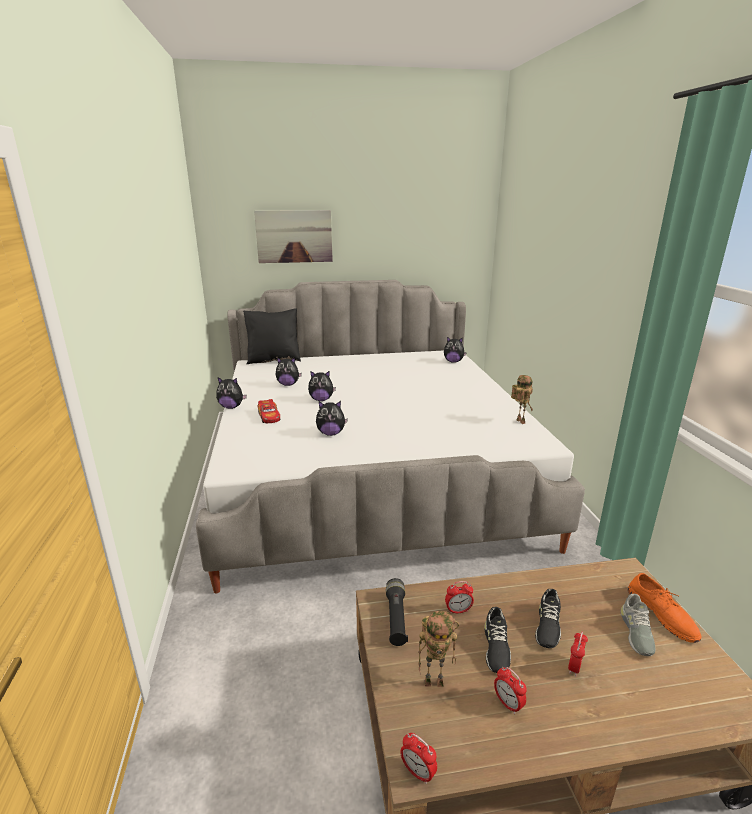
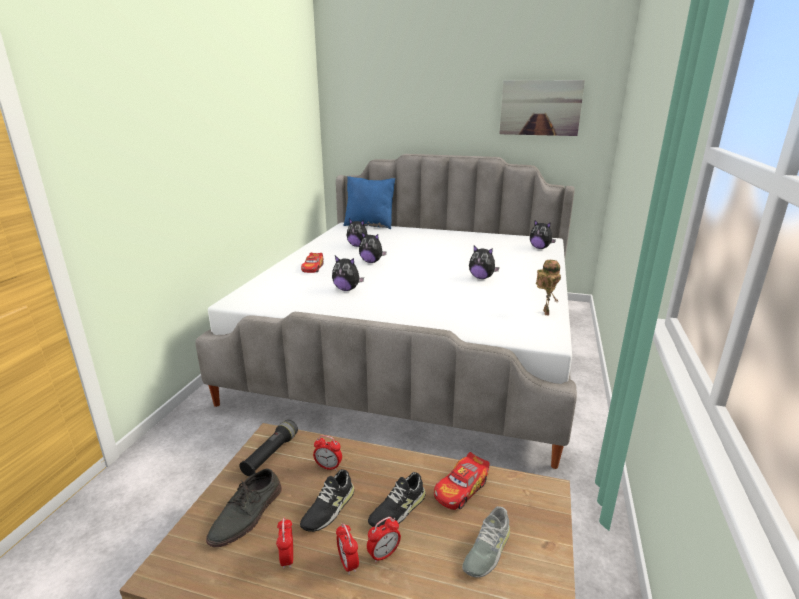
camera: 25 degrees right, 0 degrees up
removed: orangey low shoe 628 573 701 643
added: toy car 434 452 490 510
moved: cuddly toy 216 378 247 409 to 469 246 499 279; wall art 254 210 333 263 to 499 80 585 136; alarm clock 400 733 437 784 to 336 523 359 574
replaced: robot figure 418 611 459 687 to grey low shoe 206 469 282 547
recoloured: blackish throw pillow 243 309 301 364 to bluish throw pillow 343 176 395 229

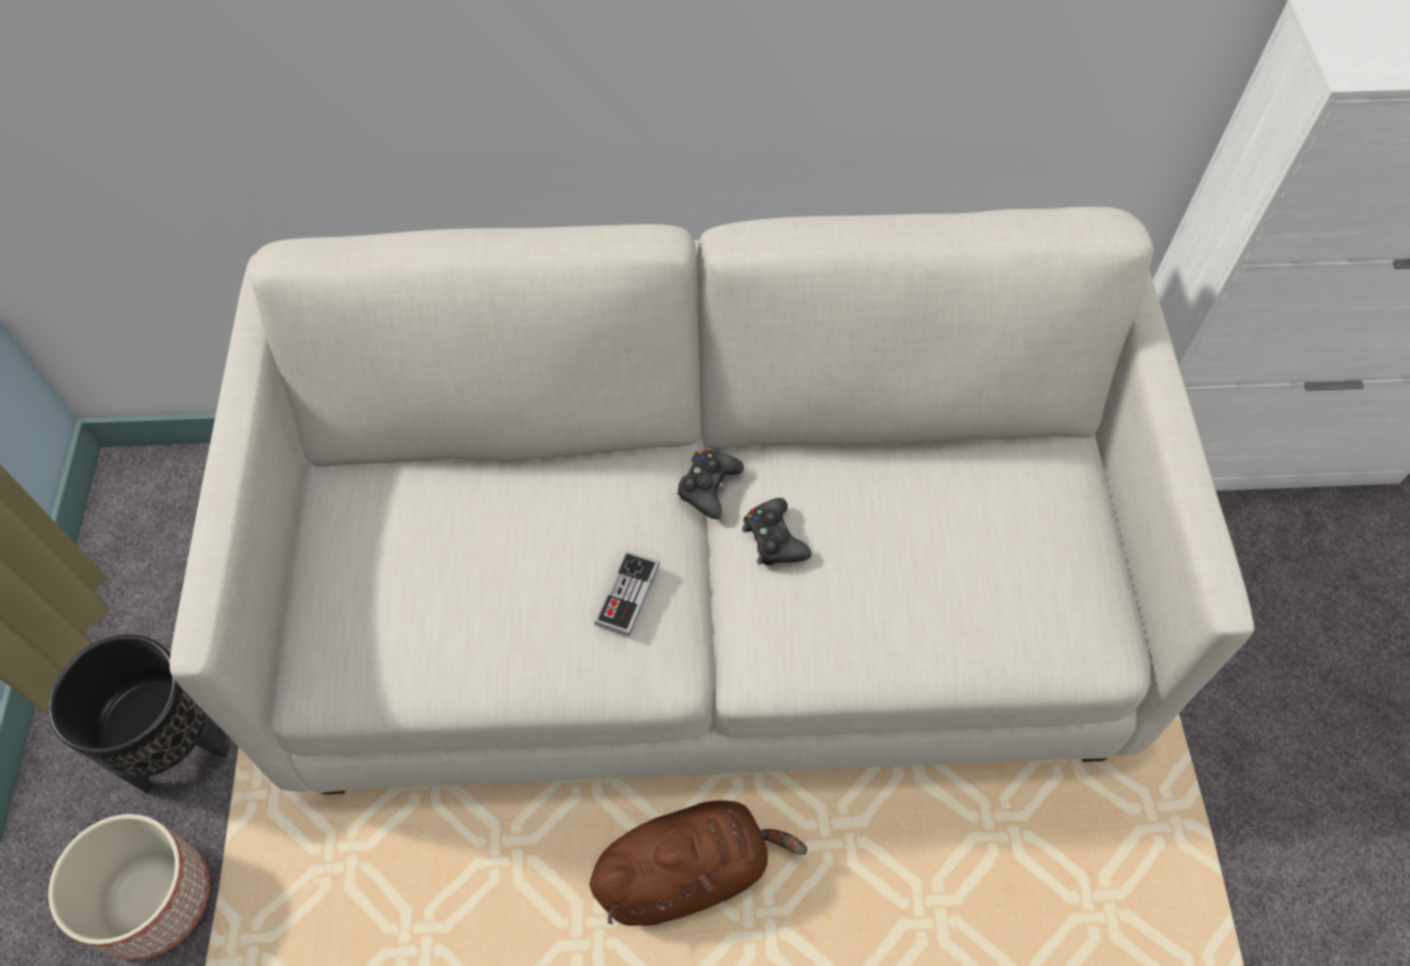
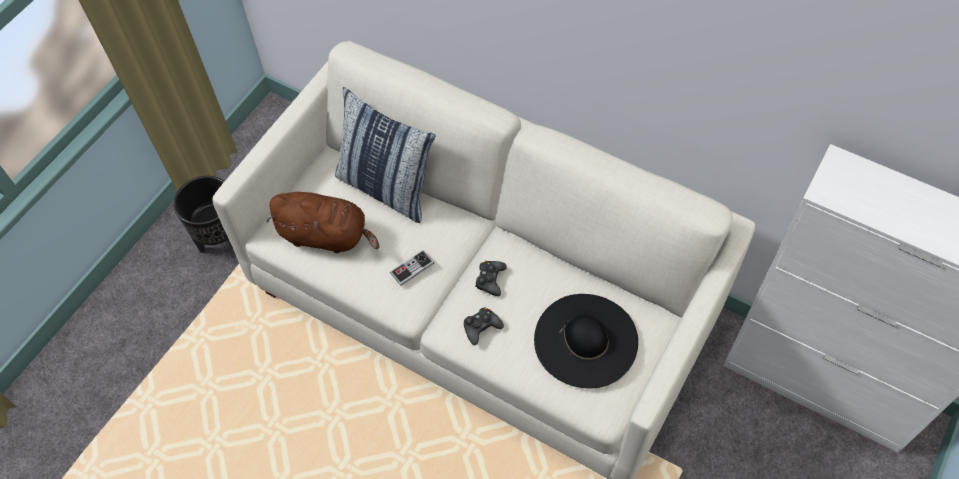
camera: 35 degrees right, 0 degrees up
removed: plant pot 48 814 210 960
added: throw pillow 335 87 436 223; blackish hat 534 294 638 388
moved: brownish cuddly toy 589 800 807 926 to 266 192 379 253; blackish gamepad 677 450 744 519 to 464 308 504 345

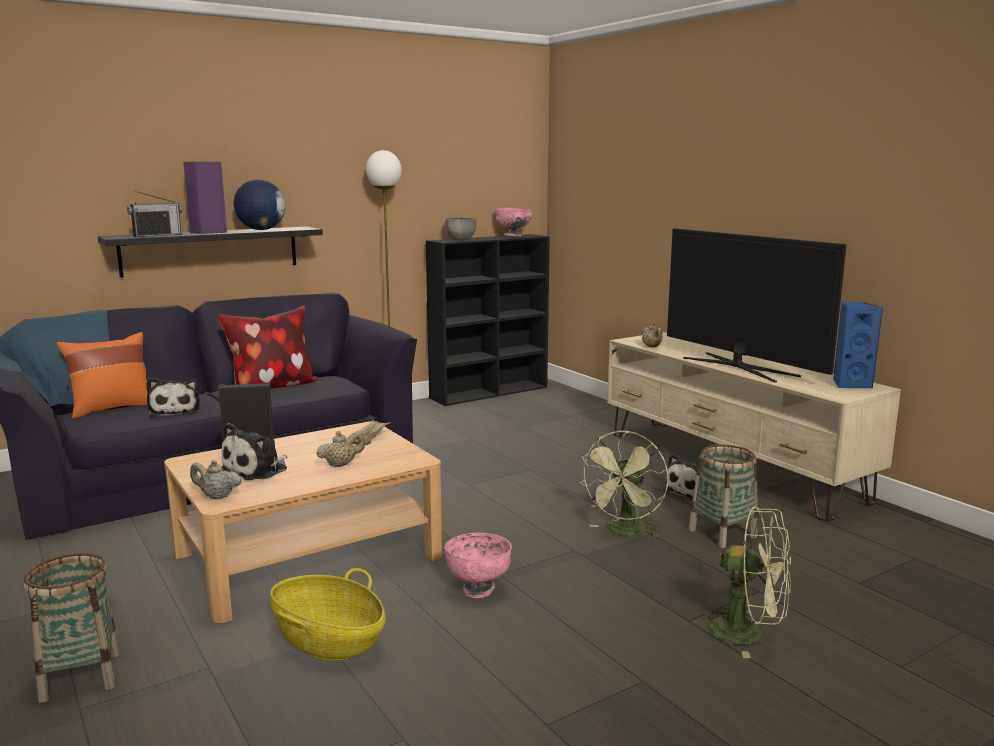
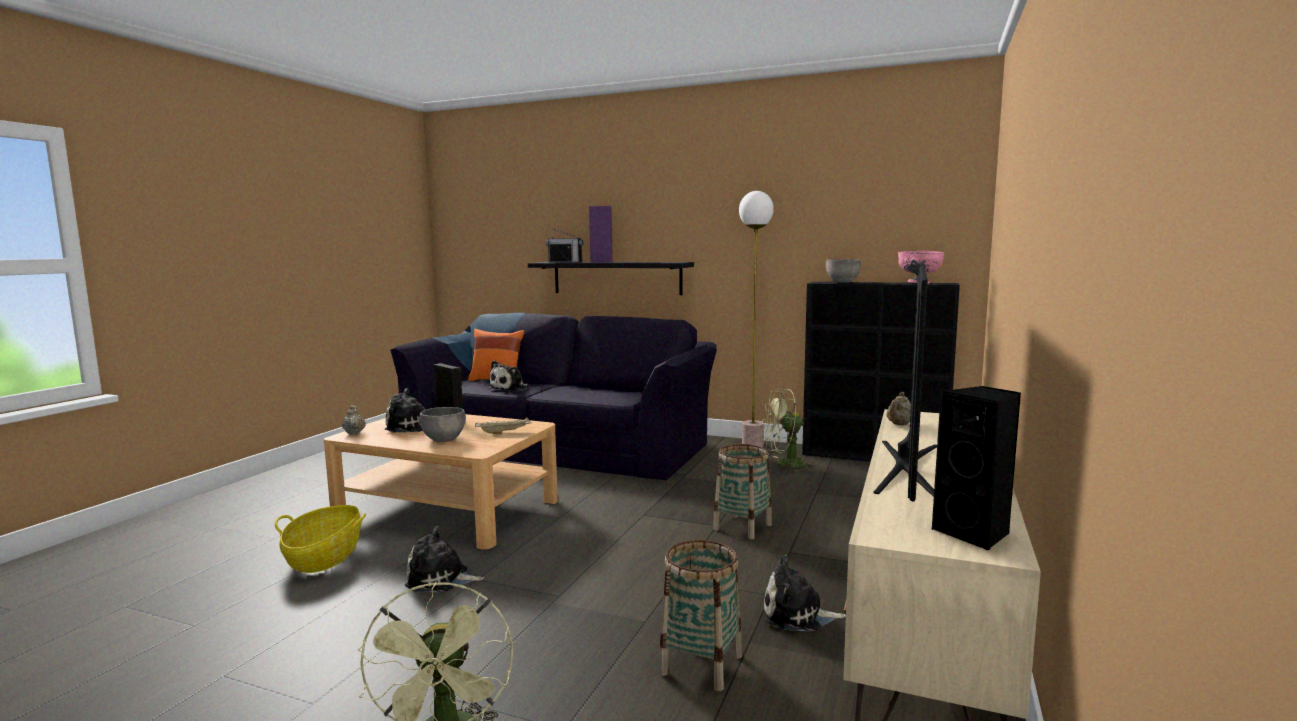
camera: 55 degrees right, 5 degrees down
removed: throw pillow 217 306 318 389; globe 234 179 286 230
moved: storage basket 24 553 120 703 to 713 444 772 539; green-coloured electric fan 579 431 668 538 to 762 389 816 472
replaced: beige pot for tea 316 431 365 467 to grey serving bowl 419 407 466 442; pinkish serving bowl 444 533 512 598 to cuddly toy 405 526 484 592
recoloured: bluish speaker 833 302 883 389 to blackish speaker 932 386 1021 550

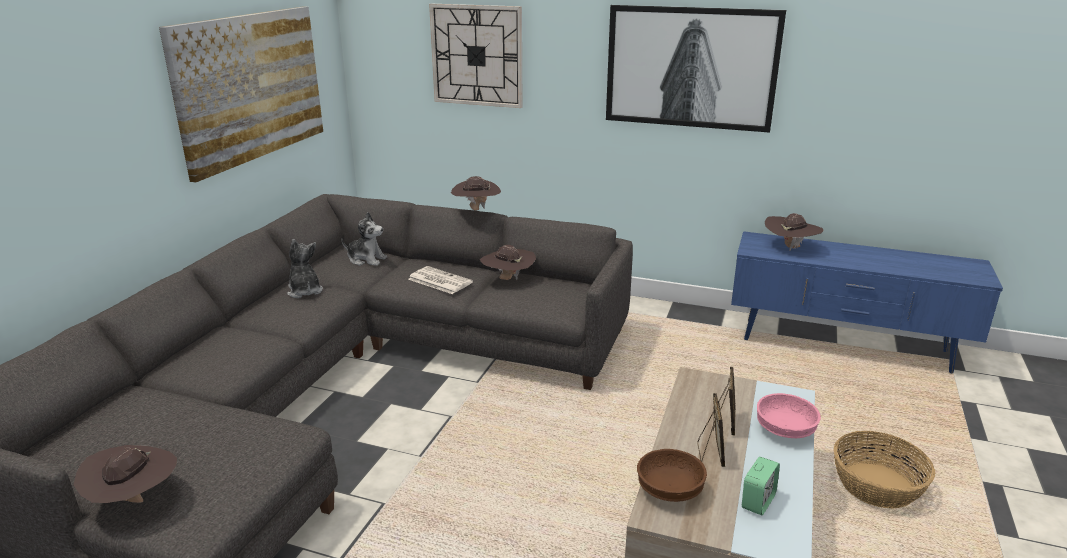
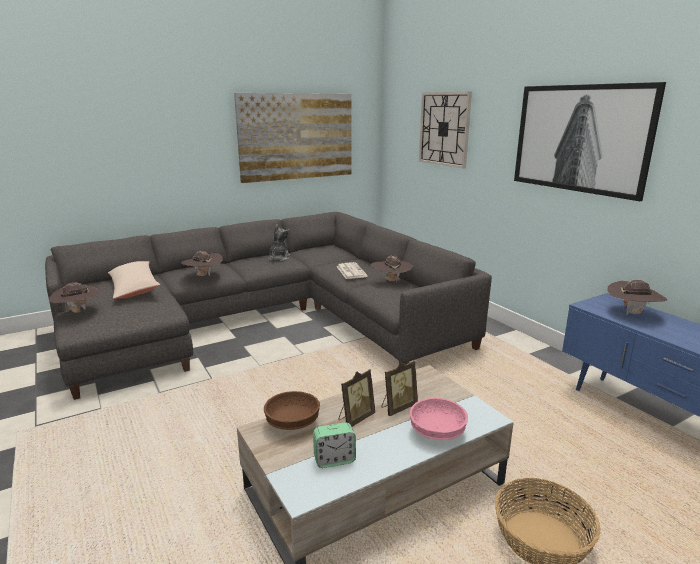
camera: 40 degrees right, 5 degrees down
removed: cuddly toy 341 212 387 266
added: beige throw pillow 108 261 160 299
moved: brownish hat 451 176 501 211 to 181 251 223 276

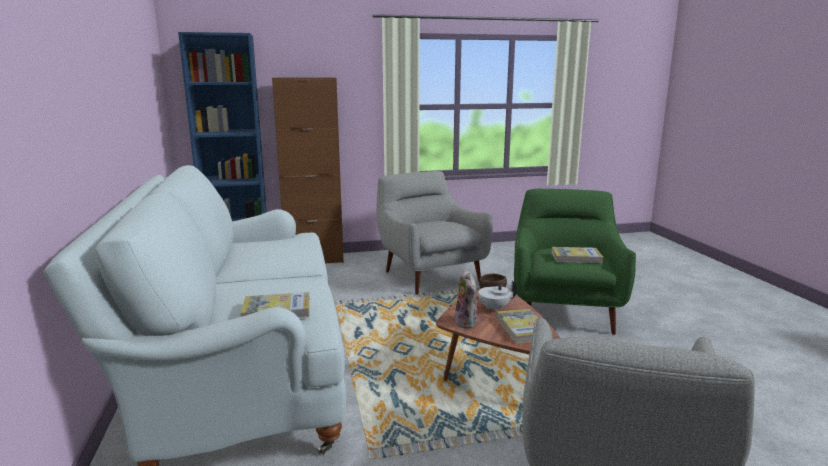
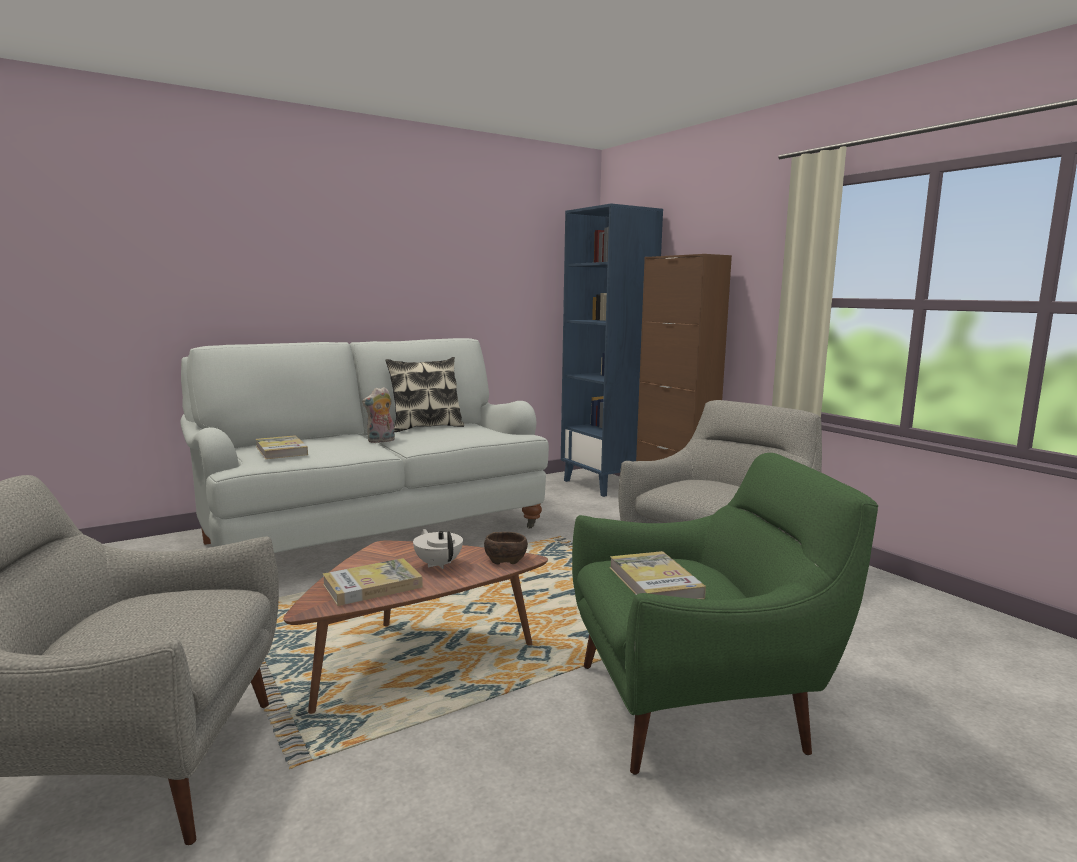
camera: 70 degrees right, 5 degrees down
added: throw pillow 385 357 464 432
moved: cuddly toy 455 270 480 329 to 362 387 395 443

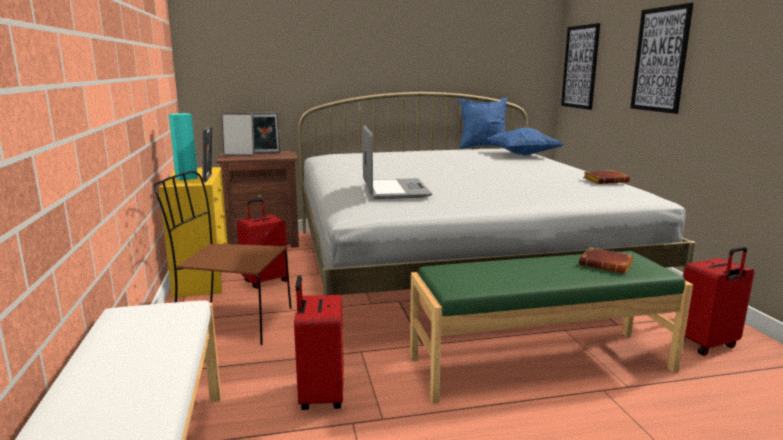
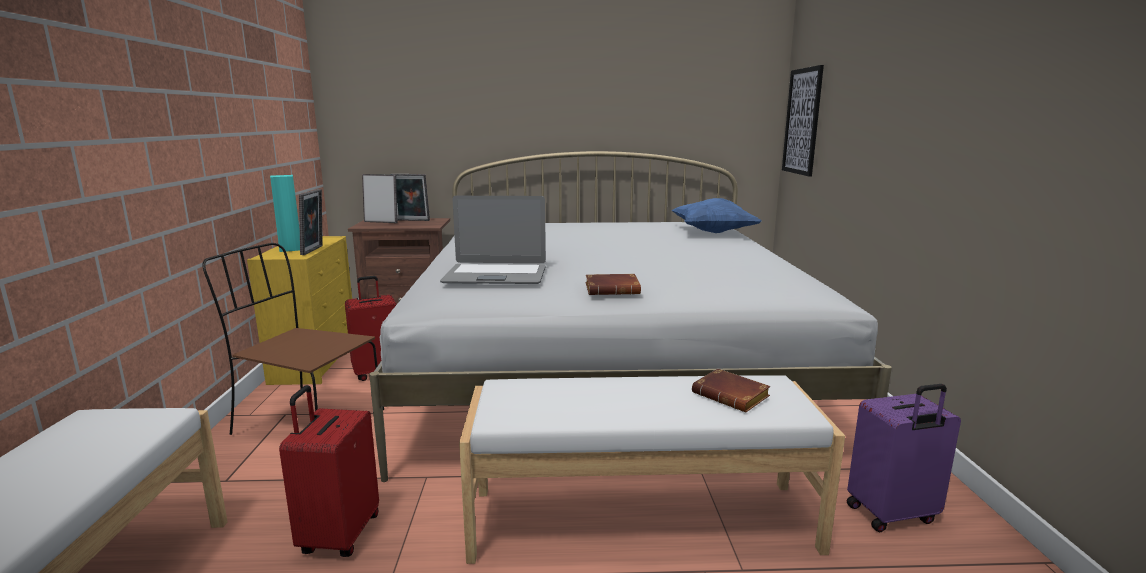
camera: 10 degrees right, 0 degrees up
removed: bluish throw pillow 458 97 508 149; wall art 630 3 693 114
moved: brownish book 583 170 630 184 to 586 274 641 295
recoloured: green-coloured long seat 410 251 693 404 to white-coloured long seat 459 376 845 564; red-coloured piece of luggage 683 247 754 356 to purple-coloured piece of luggage 847 384 961 532
turned: notebook computer 362 125 432 199 = 440 196 546 284 90 degrees clockwise

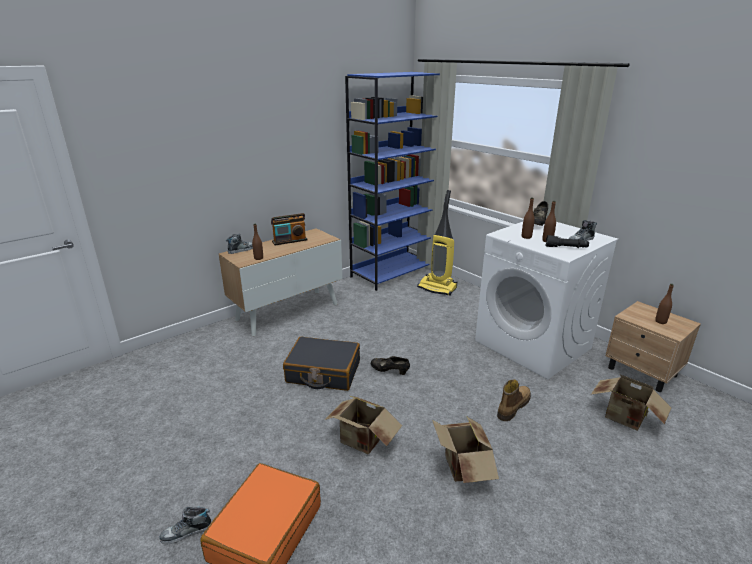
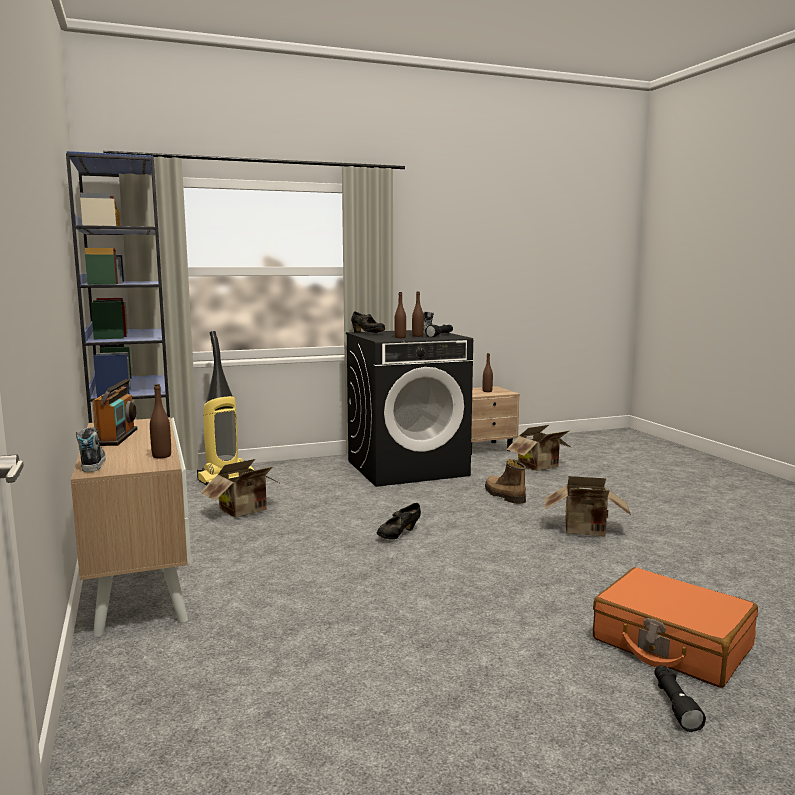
camera: 70 degrees left, 15 degrees down
removed: blackish piece of luggage 283 336 360 391
moved: cardboard box 325 396 402 454 to 200 459 283 518
replaced: low shoe 160 506 212 545 to blackish hand torch 654 665 706 732
recoloured: white-coloured washing machine 475 222 618 379 to blackish washing machine 346 330 473 487

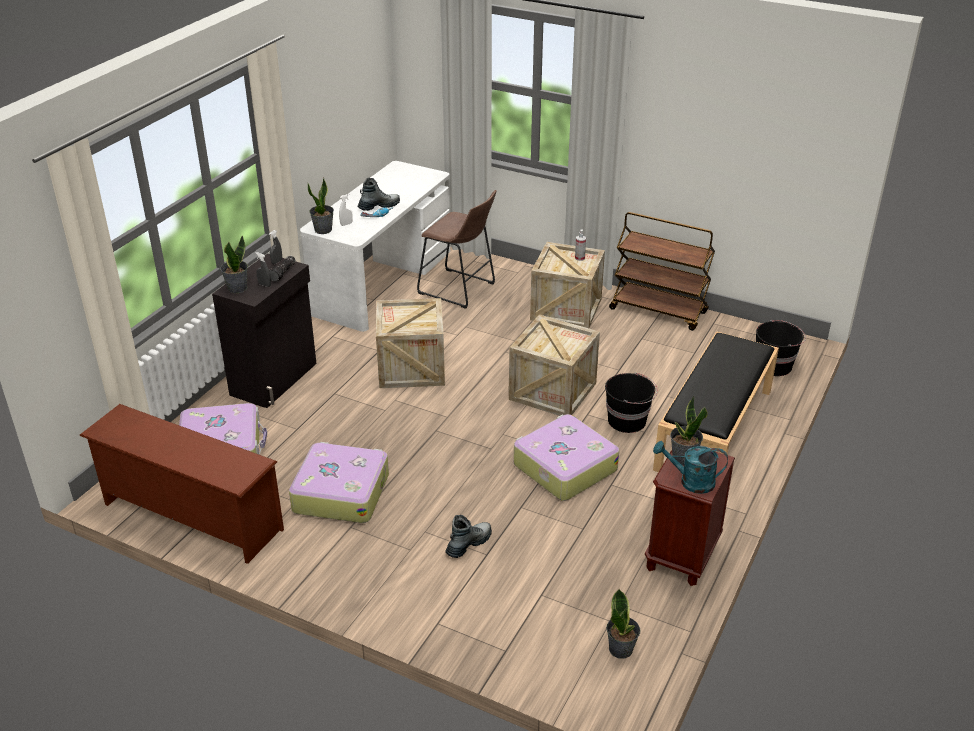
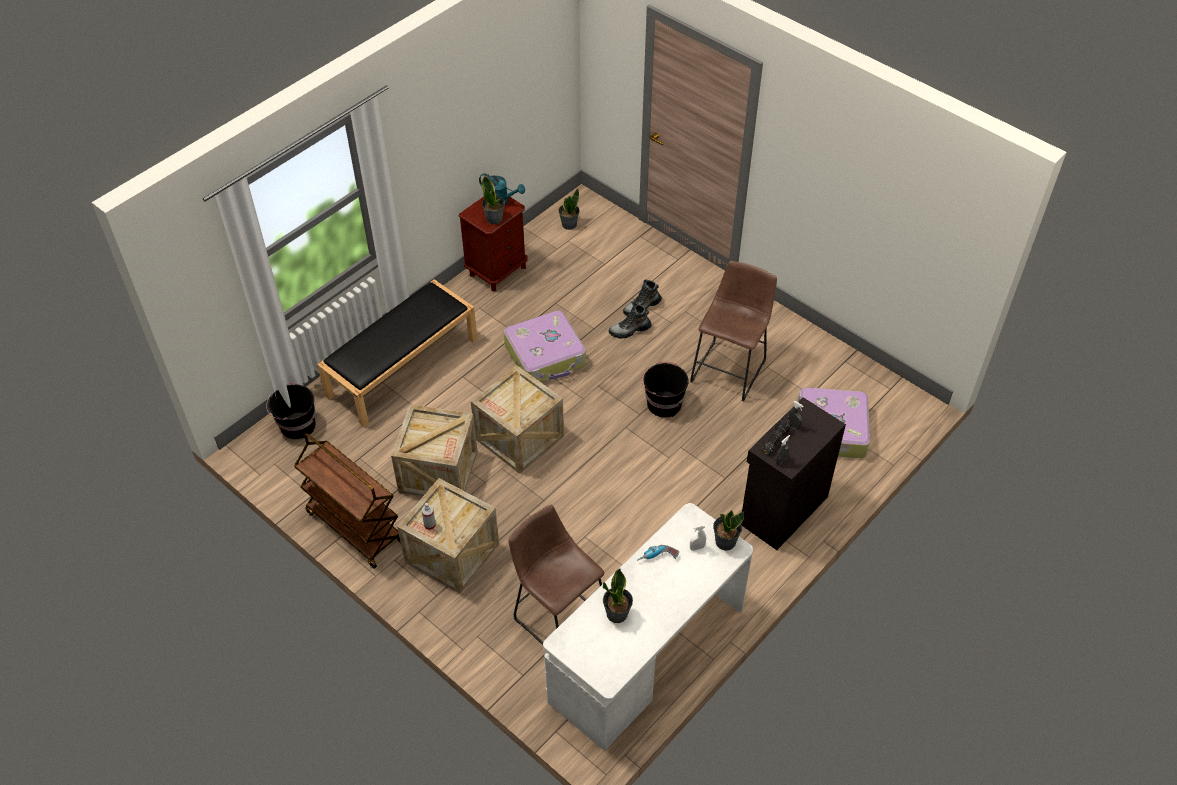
camera: 165 degrees left, 15 degrees up
removed: brownish shoe shelf 79 404 284 564
moved: potted plant 220 236 248 293 to 603 568 633 623; tall boot 357 178 400 211 to 609 303 652 339; shipping crate 376 298 445 388 to 391 404 478 497; blackish pail 605 372 657 433 to 641 362 689 417
replaced: piece of luggage 289 442 389 523 to brownish stool seat 690 261 777 401

